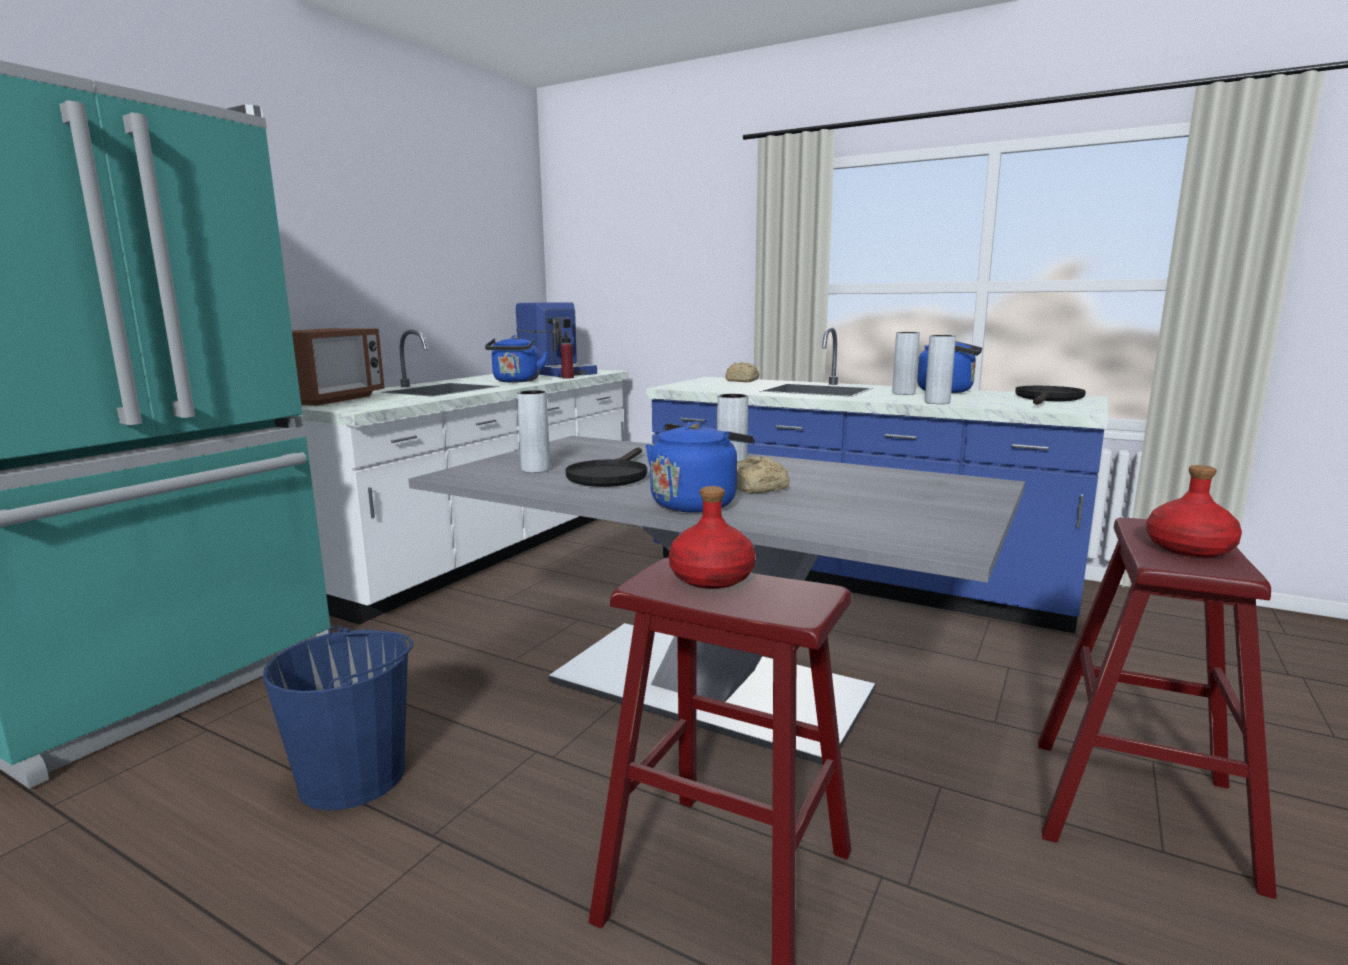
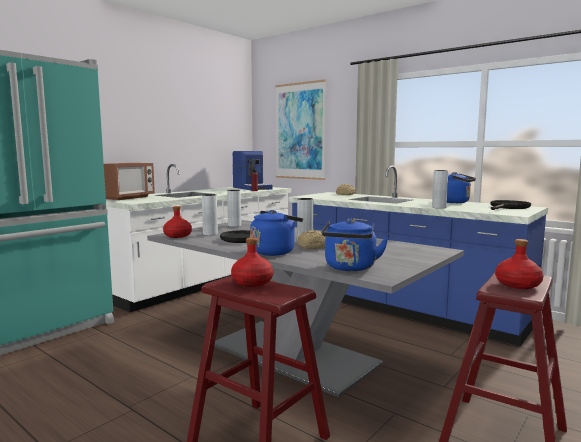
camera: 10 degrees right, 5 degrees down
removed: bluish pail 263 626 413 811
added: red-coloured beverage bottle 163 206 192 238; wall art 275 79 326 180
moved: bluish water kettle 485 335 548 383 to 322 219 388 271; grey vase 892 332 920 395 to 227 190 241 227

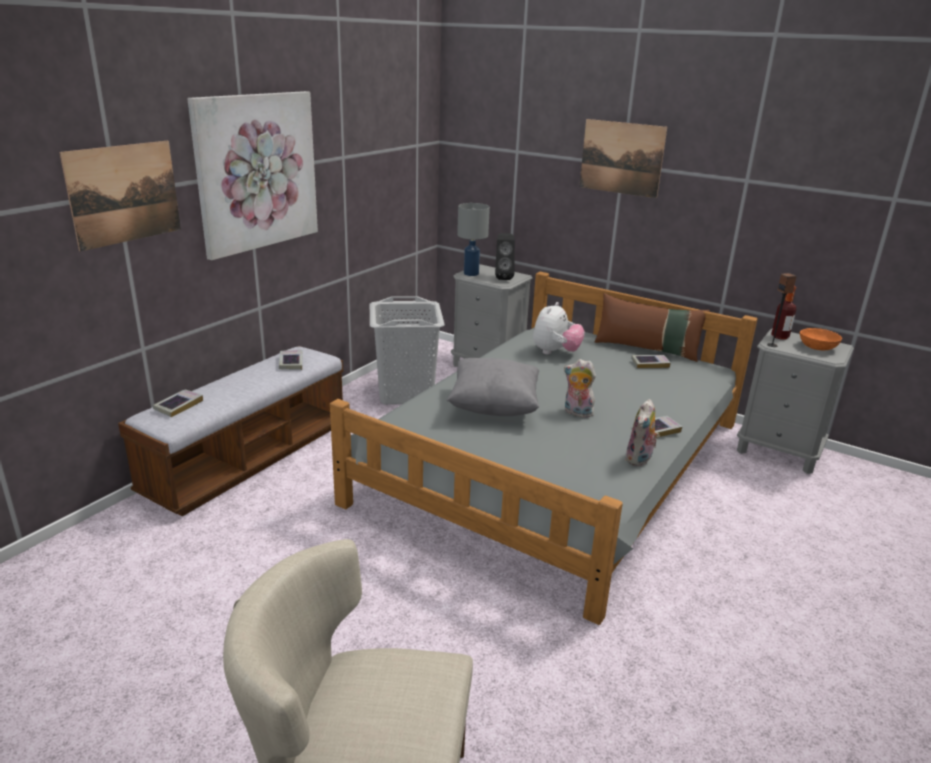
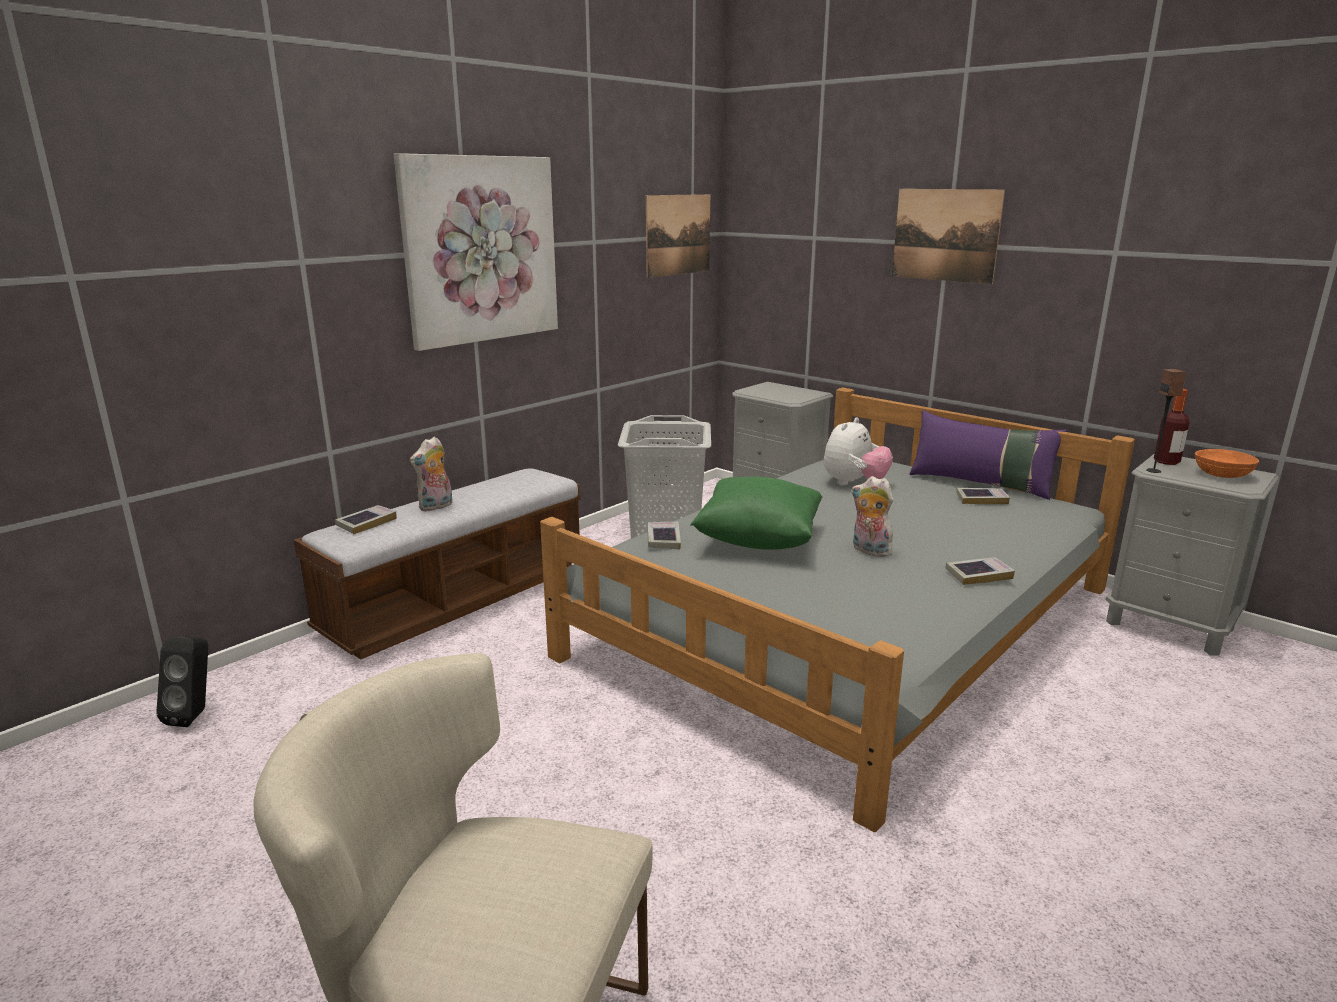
camera: 10 degrees right, 5 degrees down
removed: grey lamp for a table 457 203 490 276
moved: wall art 59 141 181 252 to 646 194 710 278; book 279 350 303 370 to 647 522 681 550; blackish speaker 495 233 515 280 to 156 637 208 727; cuddly toy 625 399 660 466 to 410 437 452 511
recoloured: grey throw pillow 446 358 539 416 to green-coloured throw pillow 690 476 822 550; brownish throw pillow 595 293 710 362 to purple-coloured throw pillow 910 410 1067 500

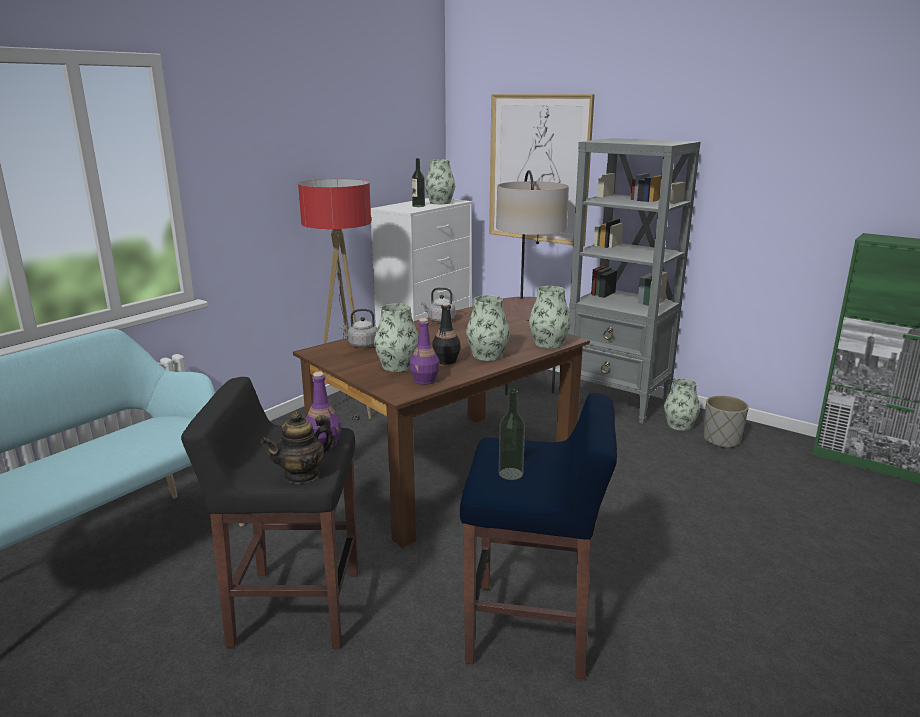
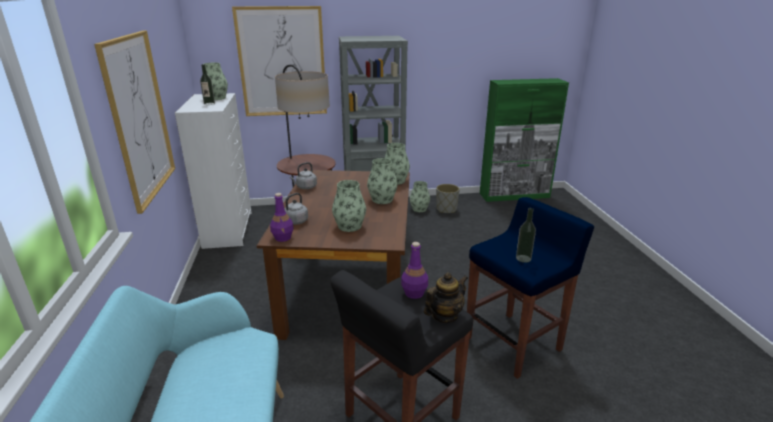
camera: 45 degrees left, 5 degrees up
removed: floor lamp 298 179 371 420; blackish beverage bottle 432 302 461 365
added: wall art 94 31 175 214
moved: purple-coloured beverage bottle 409 318 440 385 to 270 193 294 242
turned: pot for tea 261 411 335 484 = 424 272 468 323 135 degrees counterclockwise

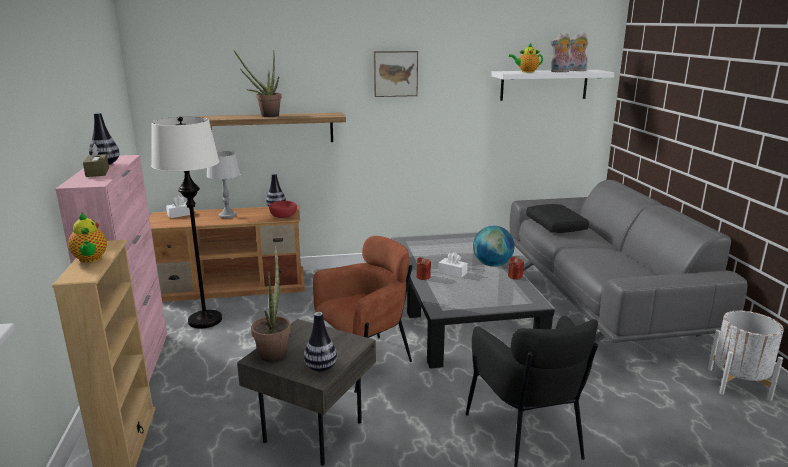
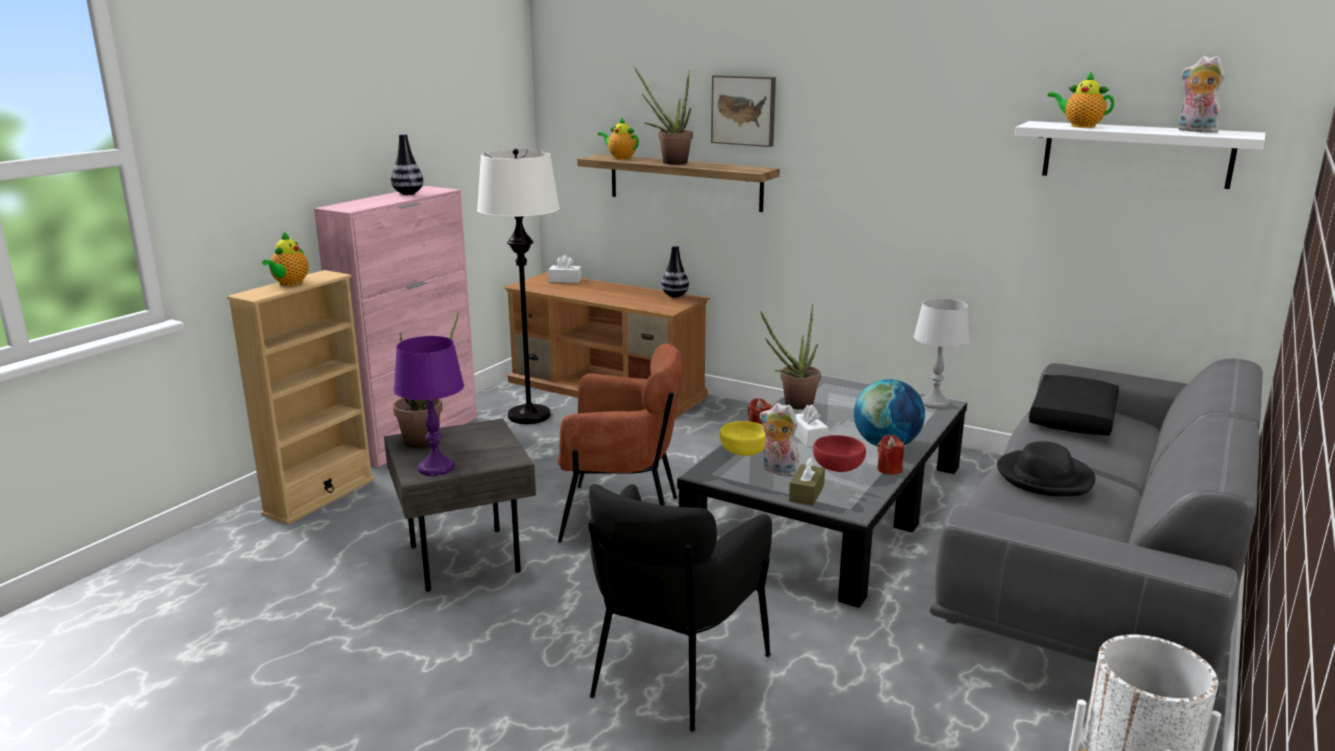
camera: 40 degrees right, 0 degrees up
added: pot for tea 598 117 639 160; yellow-coloured serving bowl 720 421 766 456; potted plant 760 304 821 410; blackish hat 997 441 1096 496
moved: brownish box of tissues 83 144 109 177 to 789 457 825 505; grey lamp for a table 206 151 241 218 to 914 298 970 409; red-coloured serving bowl 269 201 297 218 to 813 435 866 472; wall art 374 51 418 97 to 711 75 776 147; cuddly toy 551 33 571 72 to 760 403 799 477
replaced: vase 304 312 337 372 to purple-coloured lamp for a table 394 336 464 476

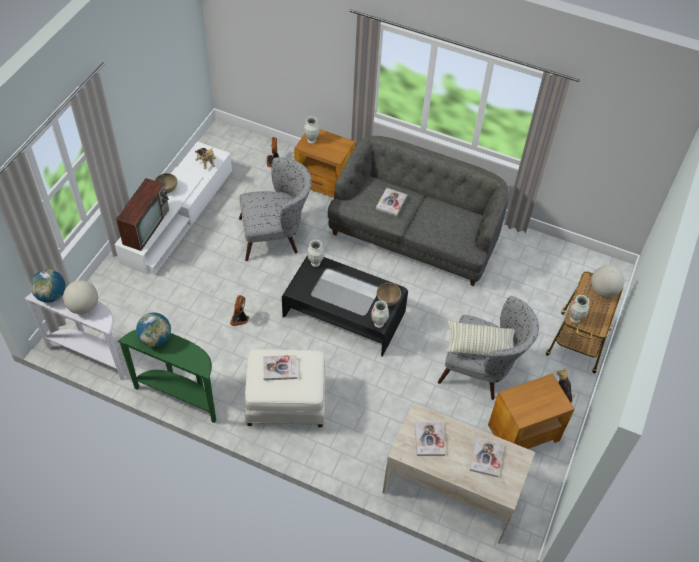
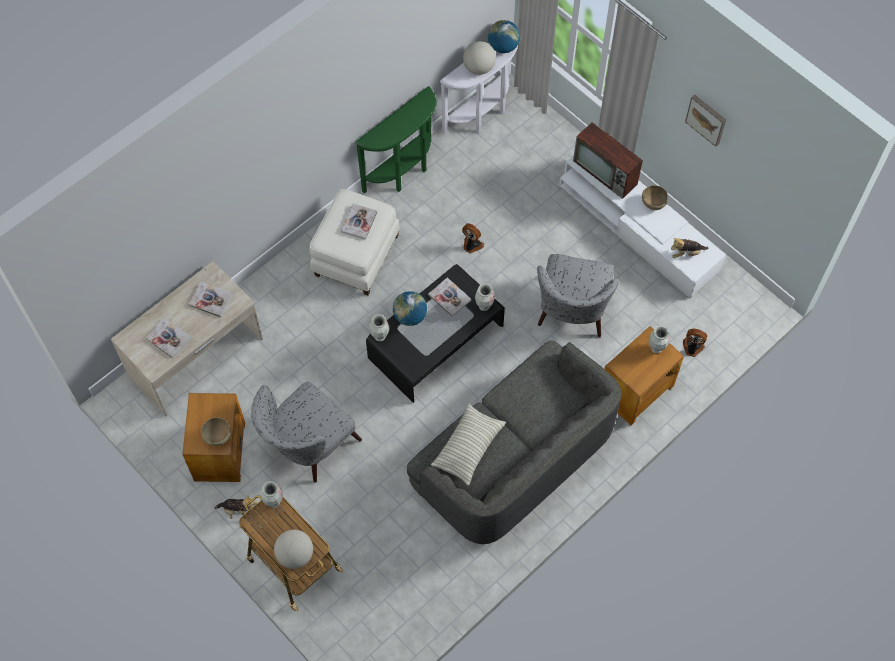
camera: 115 degrees right, 10 degrees up
added: wall art 685 95 726 147
moved: globe 136 313 171 347 to 393 291 427 326; book 376 188 407 216 to 428 278 471 317; brownish serving bowl 377 283 401 306 to 201 417 231 446; throw pillow 446 321 515 356 to 431 403 506 486

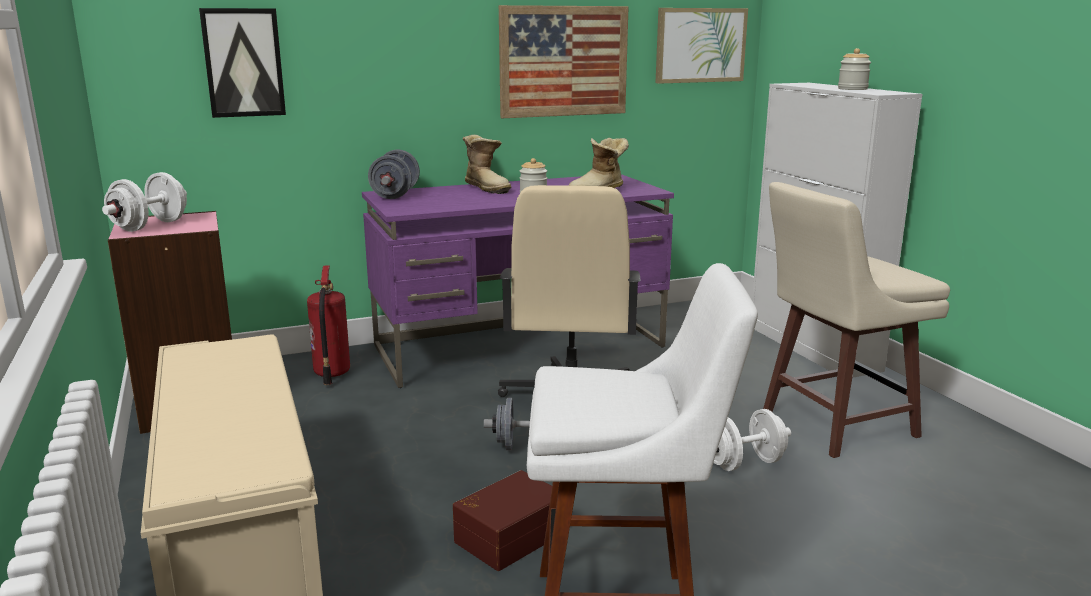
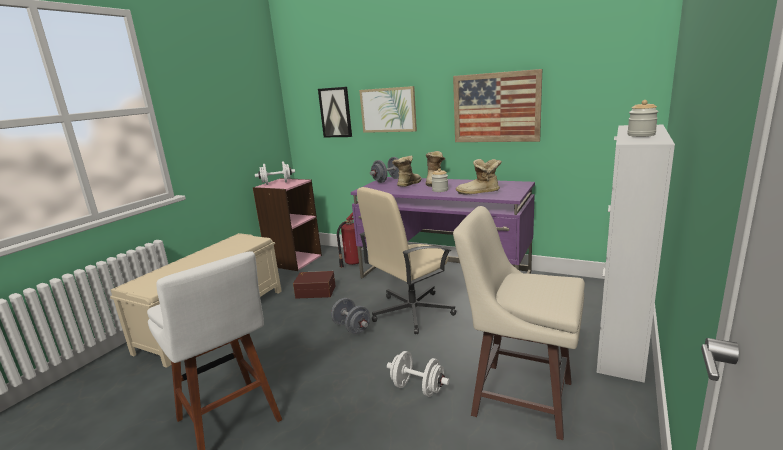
camera: 50 degrees right, 0 degrees up
added: tall boot 392 156 422 187
moved: brownish storage container 453 470 552 571 to 293 271 336 299; wall art 656 8 748 84 to 359 86 417 133

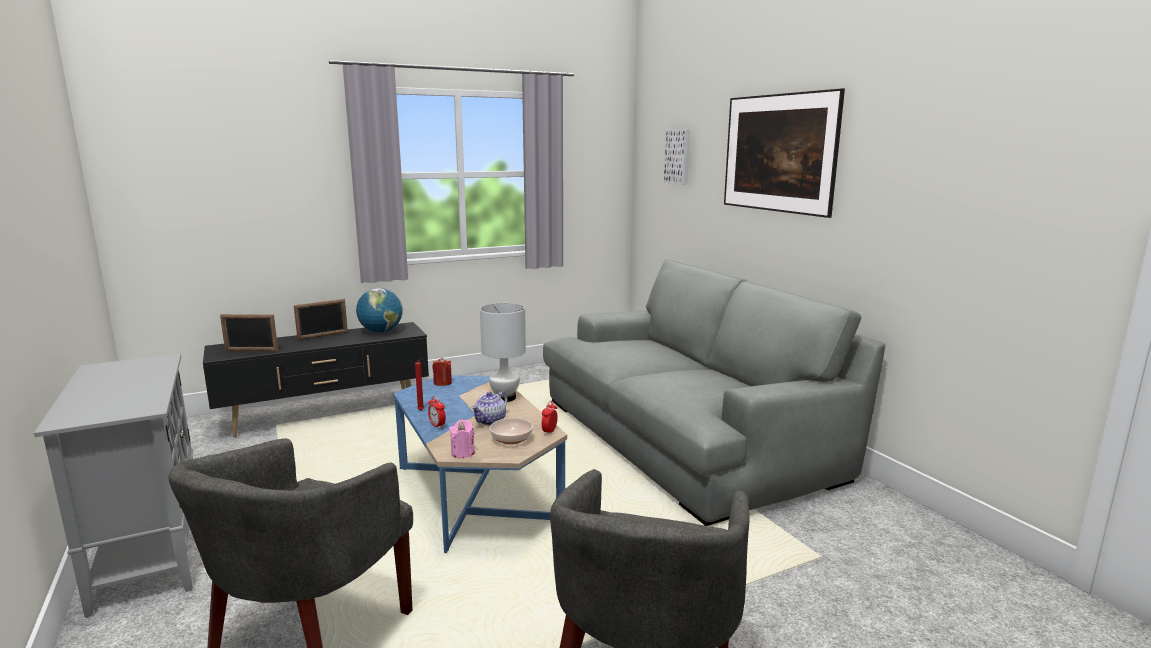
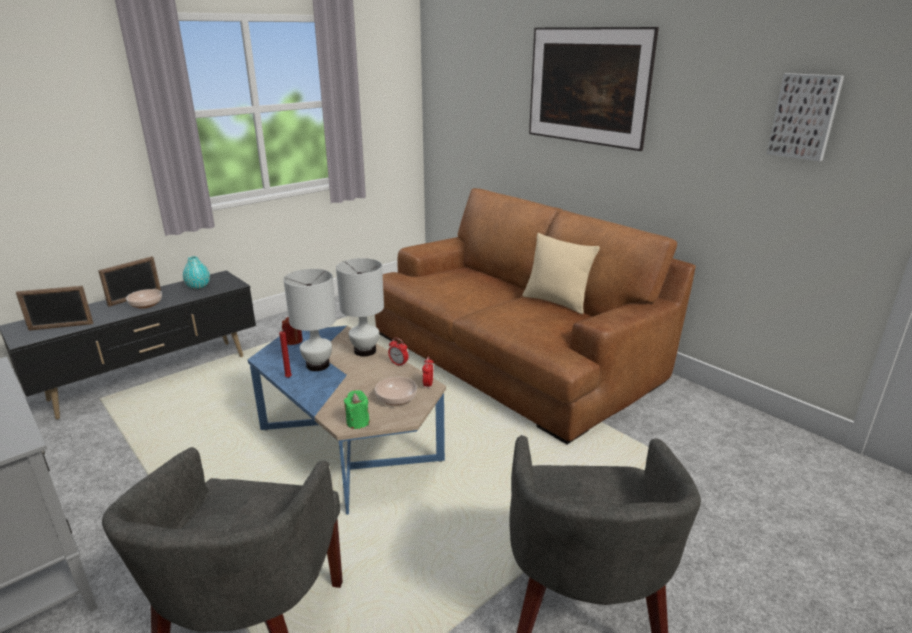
camera: 15 degrees left, 10 degrees up
removed: pot for tea 471 391 508 425
added: serving bowl 126 289 162 309; white-coloured lamp for a table 283 269 336 371; beige throw pillow 522 233 600 314
moved: alarm clock 428 396 446 429 to 388 338 408 367; wall art 663 129 690 185 to 767 73 844 161
replaced: globe 356 288 403 333 to turquoise-coloured vase 183 256 210 289
recoloured: pinkish wax candle 449 419 475 458 to green-coloured wax candle 344 390 370 429; grey settee 543 260 886 526 to brownish settee 375 188 696 444

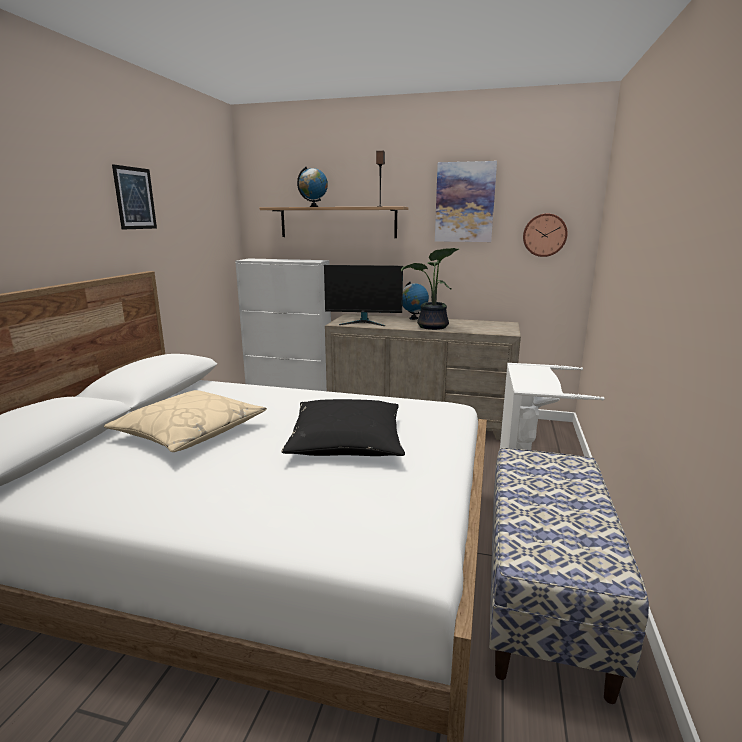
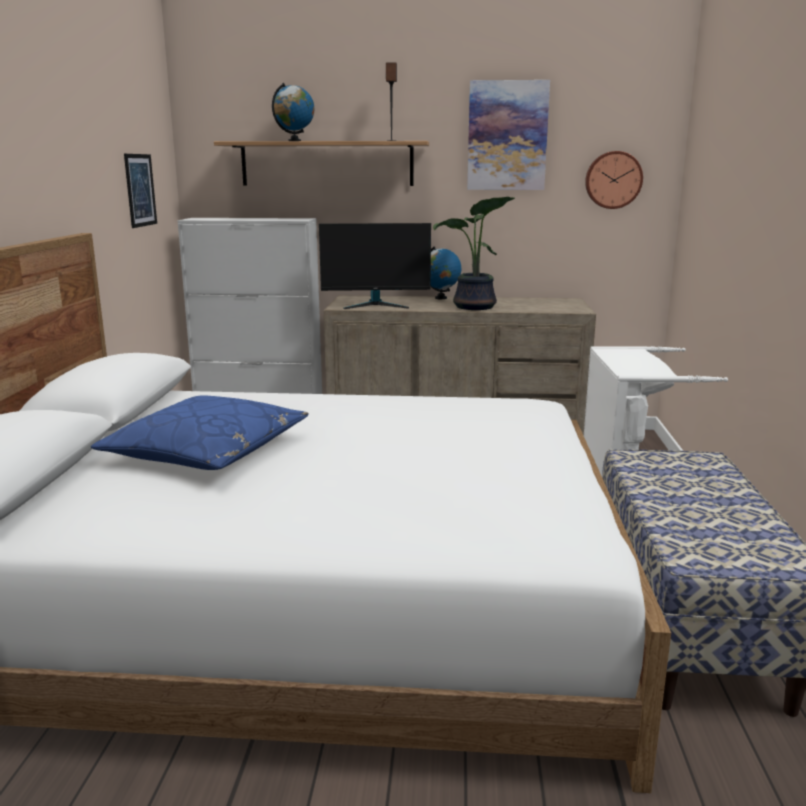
camera: 10 degrees left, 0 degrees up
removed: blackish throw pillow 281 399 405 456
moved: wall art 112 164 157 230 to 124 154 157 228
recoloured: beige throw pillow 104 390 267 452 to bluish throw pillow 91 395 309 470

